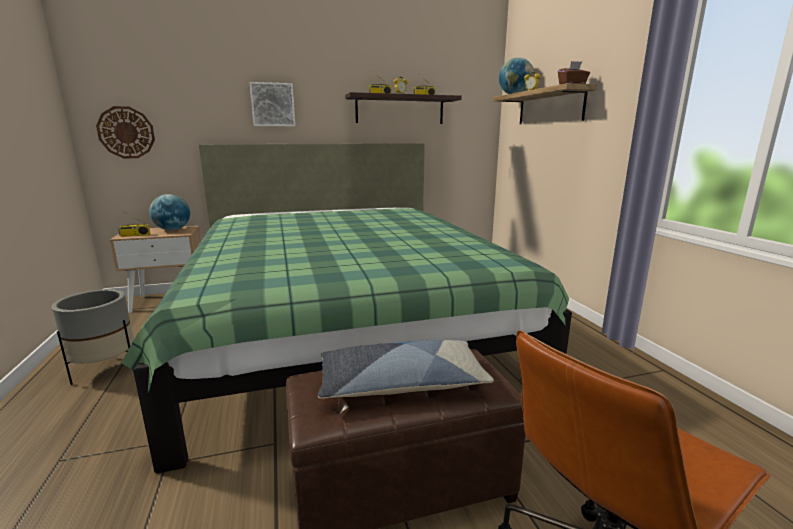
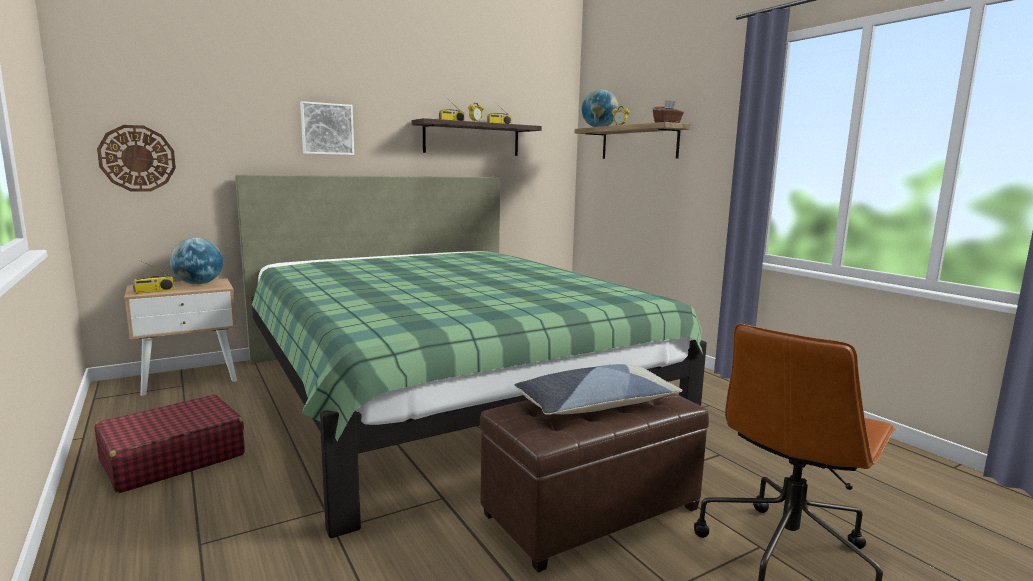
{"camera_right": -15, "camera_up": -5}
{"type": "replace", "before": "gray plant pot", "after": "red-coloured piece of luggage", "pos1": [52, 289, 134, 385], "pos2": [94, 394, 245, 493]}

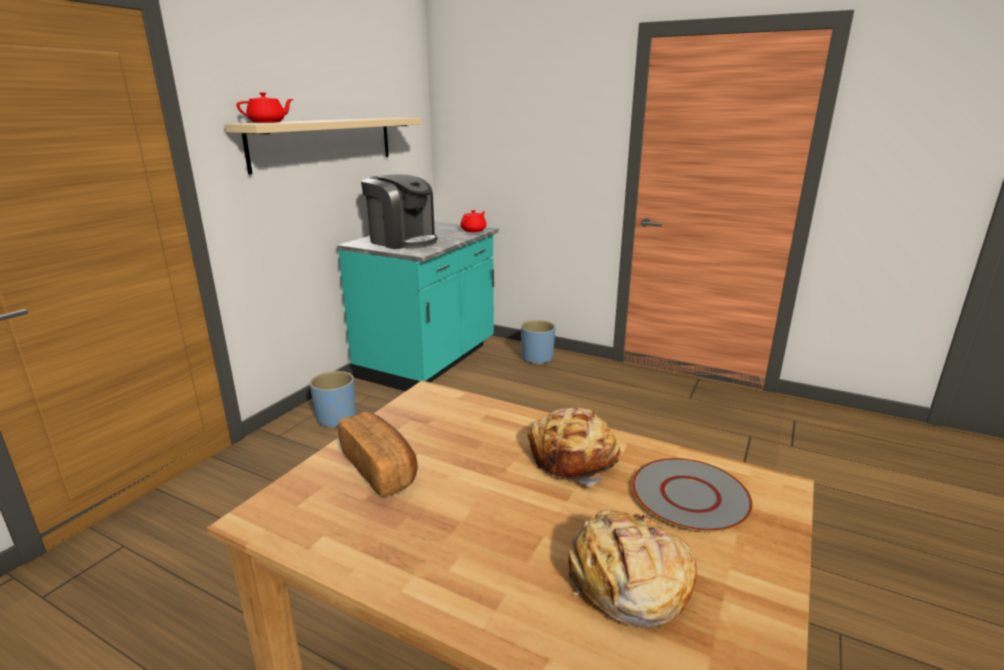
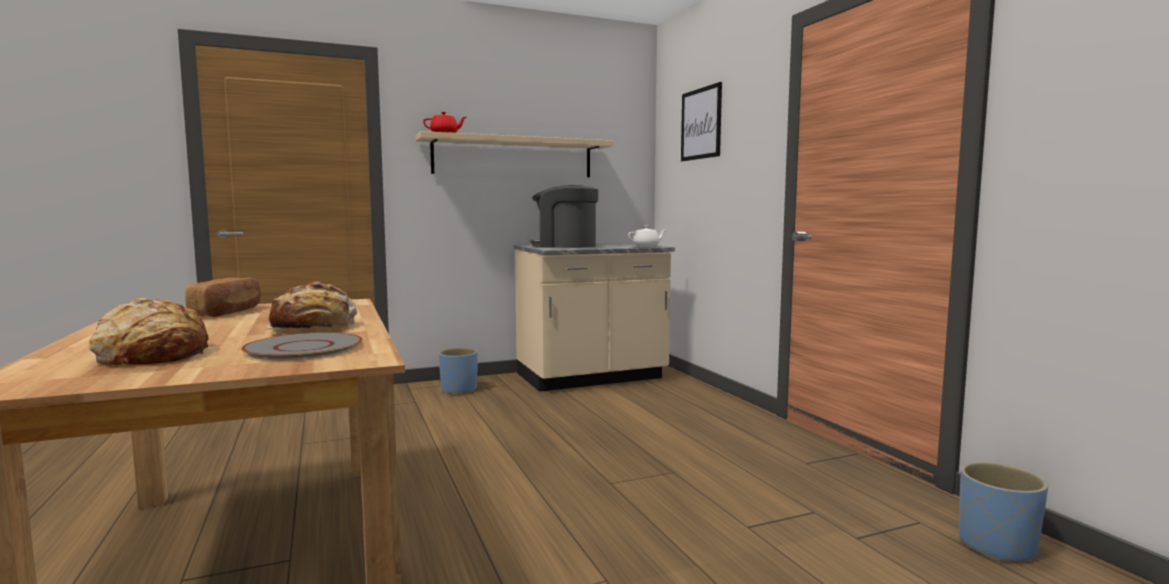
{"camera_right": 40, "camera_up": -15}
{"type": "insert", "after": "wall art", "pos2": [681, 82, 722, 161]}
{"type": "move", "before": "bluish plant pot", "pos1": [521, 320, 556, 365], "pos2": [959, 462, 1048, 562]}
{"type": "recolor", "before": "turquoise counter", "after": "sand-coloured counter", "pos1": [337, 222, 499, 391], "pos2": [514, 243, 675, 392]}
{"type": "recolor", "before": "red-coloured pot for tea", "after": "white-coloured pot for tea", "pos1": [461, 210, 486, 232], "pos2": [628, 225, 666, 247]}
{"type": "rotate", "before": "coffee machine", "pos1": [361, 174, 438, 249], "pos2": [530, 185, 598, 248], "turn": 120}

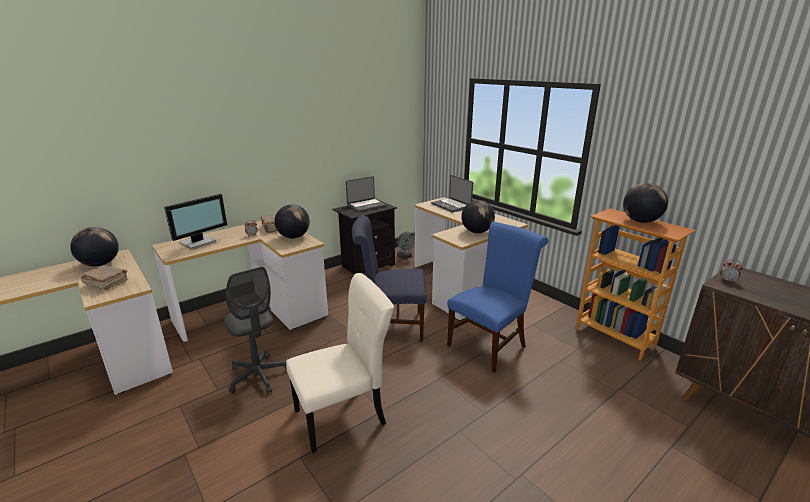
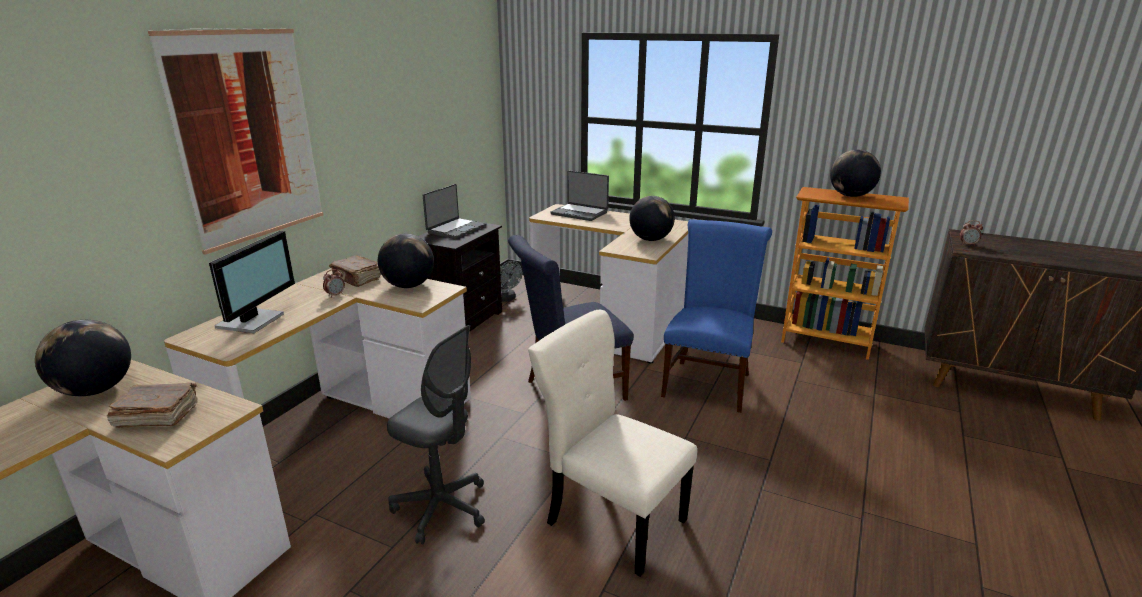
{"camera_right": -25, "camera_up": 0}
{"type": "insert", "after": "wall art", "pos2": [148, 28, 323, 255]}
{"type": "rotate", "before": "sand-coloured chair", "pos1": [286, 273, 394, 453], "pos2": [528, 310, 697, 577], "turn": -90}

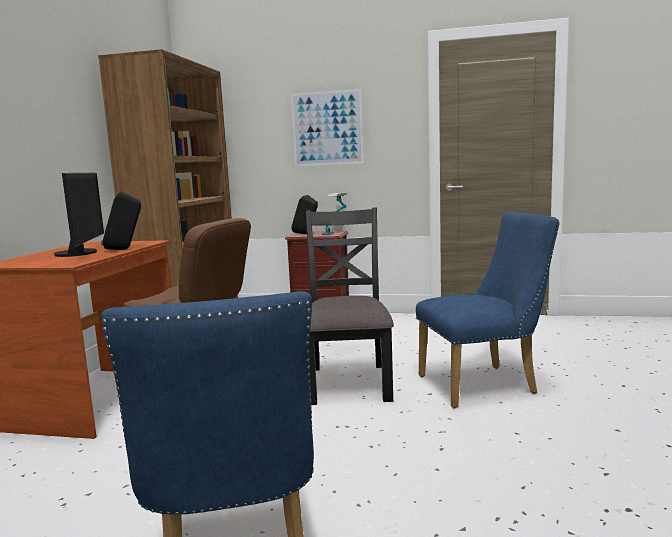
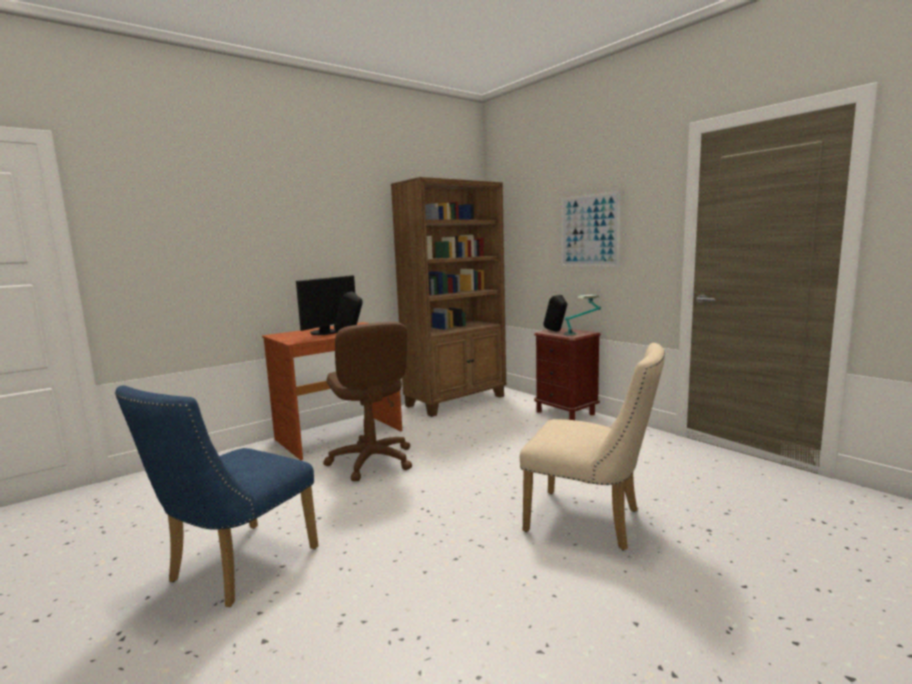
{"camera_right": 40, "camera_up": 0}
{"type": "delete", "before": "blackish chair", "pos1": [306, 207, 394, 405]}
{"type": "recolor", "before": "bluish chair", "after": "sand-coloured chair", "pos1": [416, 212, 560, 409], "pos2": [520, 343, 665, 551]}

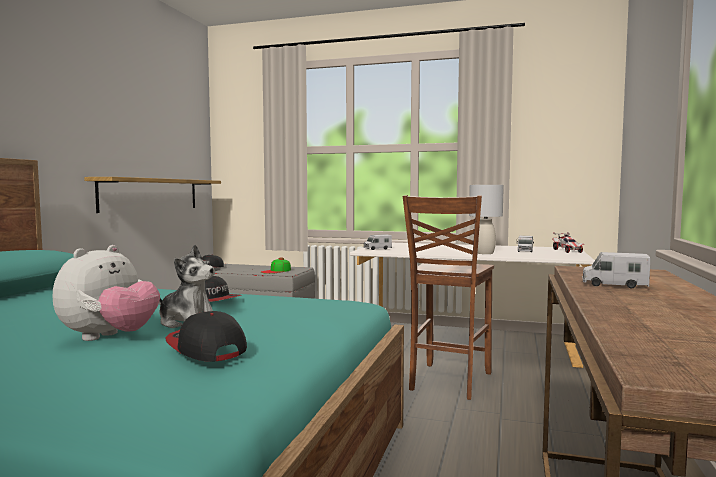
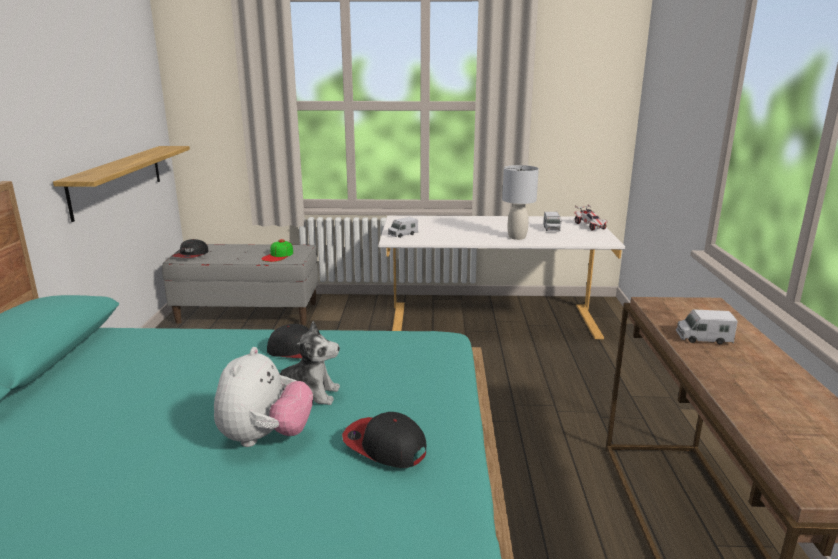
{"camera_right": -15, "camera_up": 15}
{"type": "delete", "before": "brown-coloured chair", "pos1": [403, 195, 494, 400]}

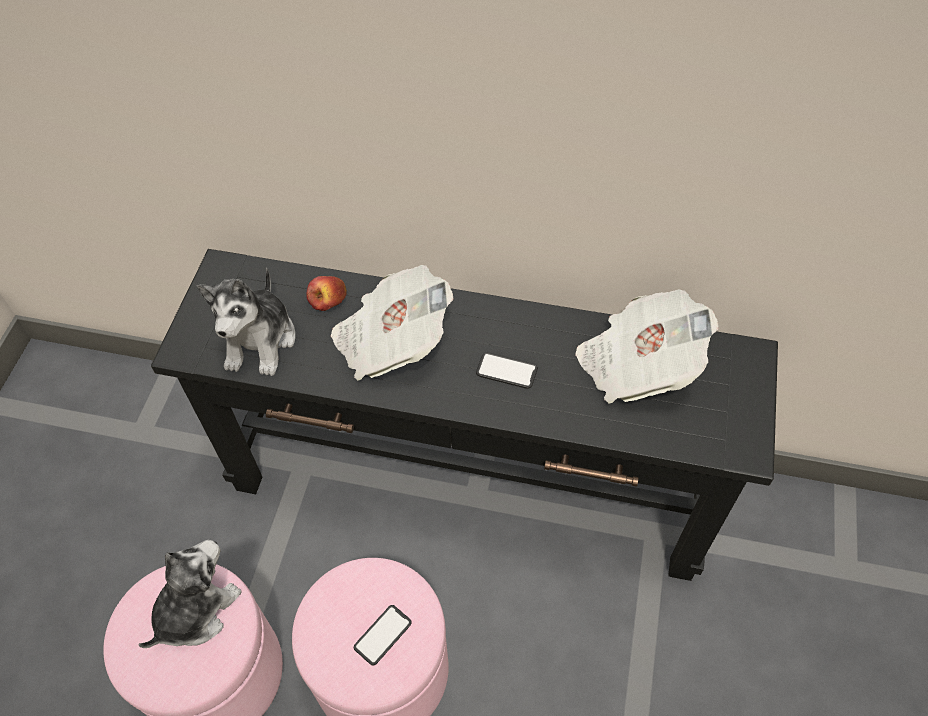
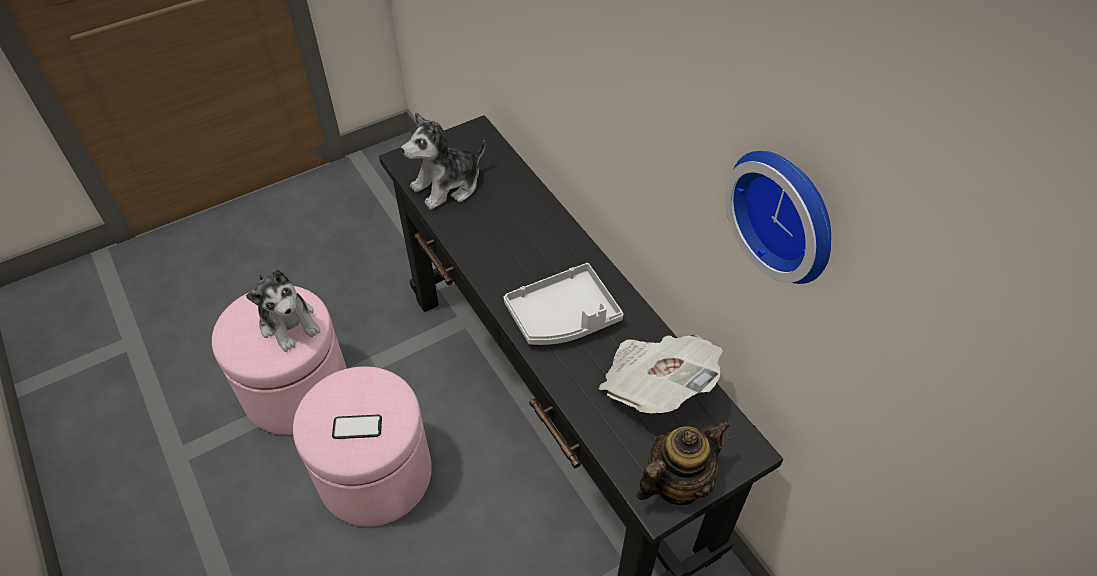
{"camera_right": 45, "camera_up": -5}
{"type": "delete", "before": "whole apple", "pos1": [306, 276, 347, 311]}
{"type": "delete", "before": "newspaper", "pos1": [331, 265, 453, 381]}
{"type": "insert", "after": "pot for tea", "pos2": [636, 420, 731, 505]}
{"type": "insert", "after": "hanging clock", "pos2": [725, 151, 831, 284]}
{"type": "replace", "before": "handset", "after": "gray serving tray", "pos1": [476, 352, 538, 389], "pos2": [504, 263, 623, 345]}
{"type": "rotate", "before": "plush toy", "pos1": [139, 540, 242, 648], "pos2": [246, 269, 321, 352], "turn": 60}

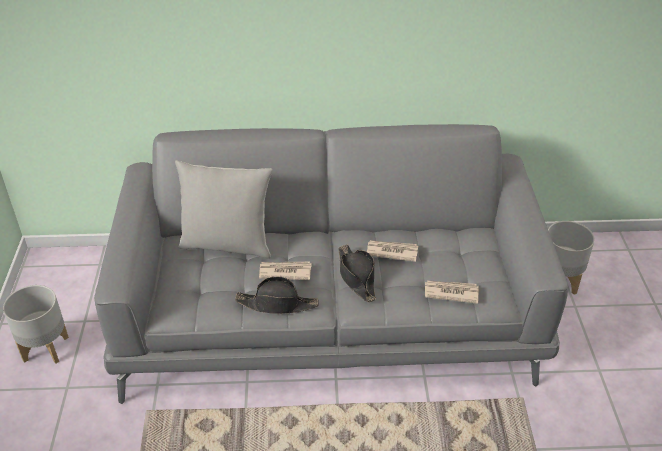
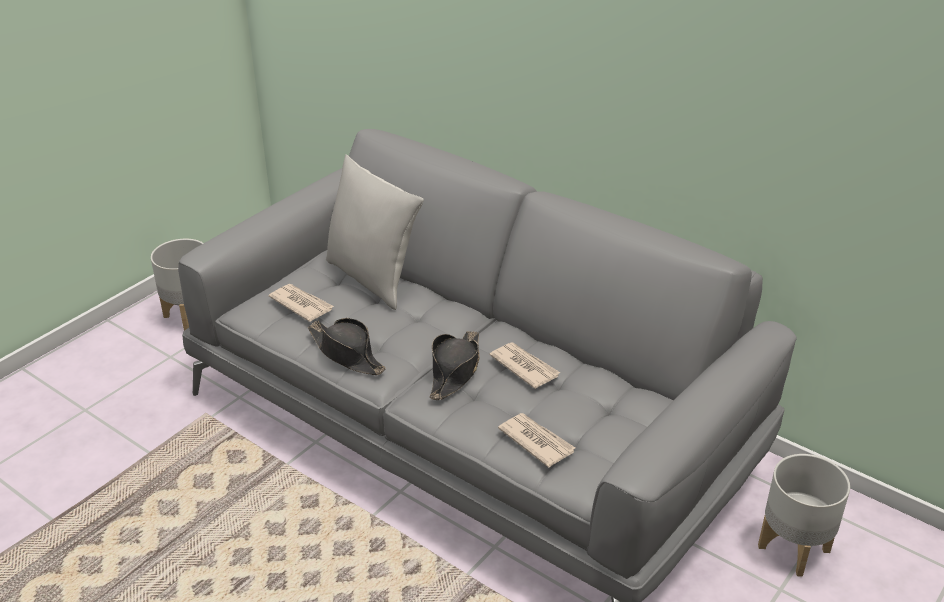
{"camera_right": 40, "camera_up": -5}
{"type": "move", "before": "newspaper", "pos1": [259, 262, 312, 280], "pos2": [268, 284, 334, 322]}

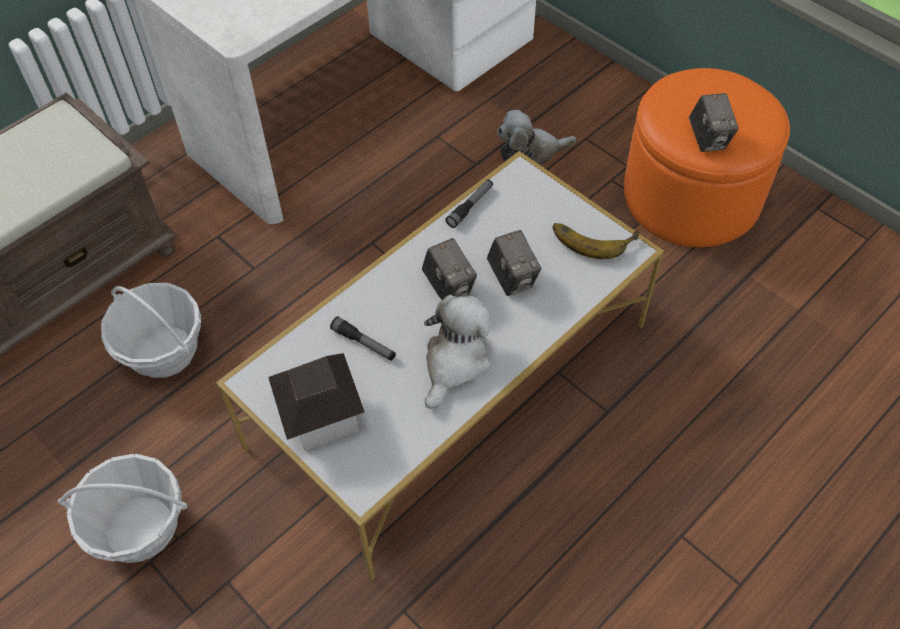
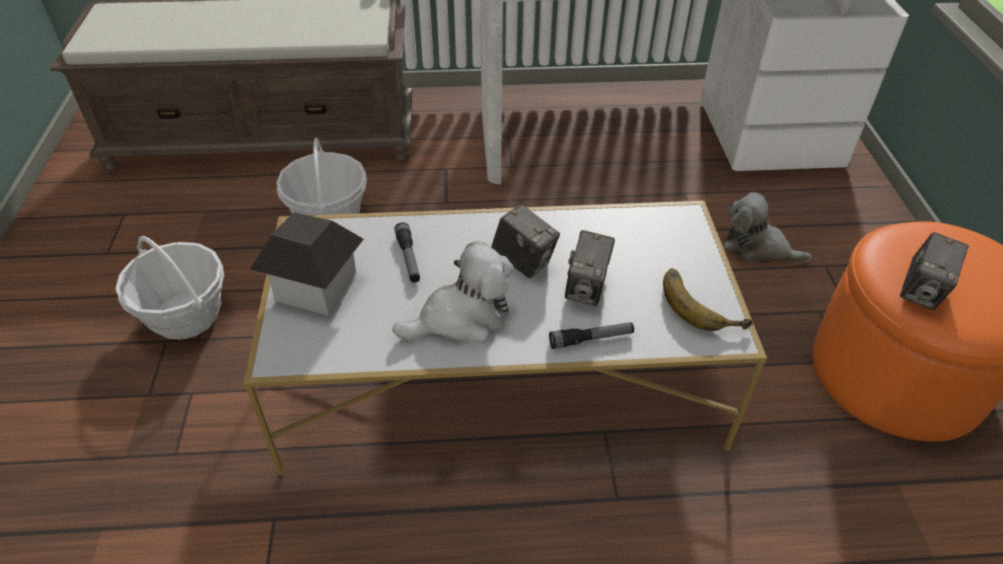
{"camera_right": 40, "camera_up": -10}
{"type": "move", "before": "torch", "pos1": [445, 179, 493, 228], "pos2": [549, 322, 634, 349]}
{"type": "rotate", "before": "photo camera", "pos1": [422, 238, 477, 300], "pos2": [491, 204, 560, 278], "turn": -60}

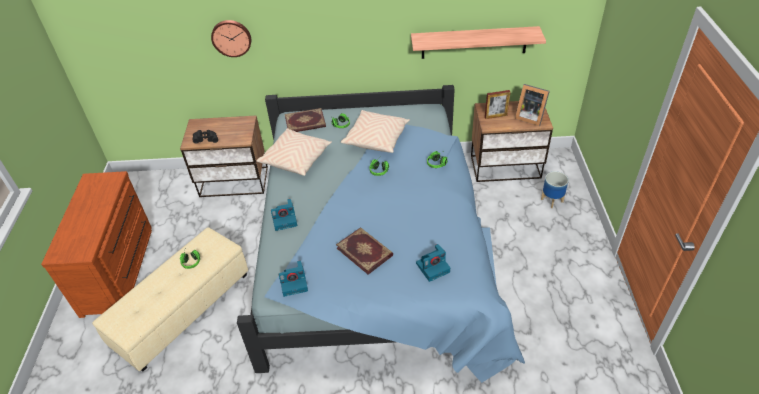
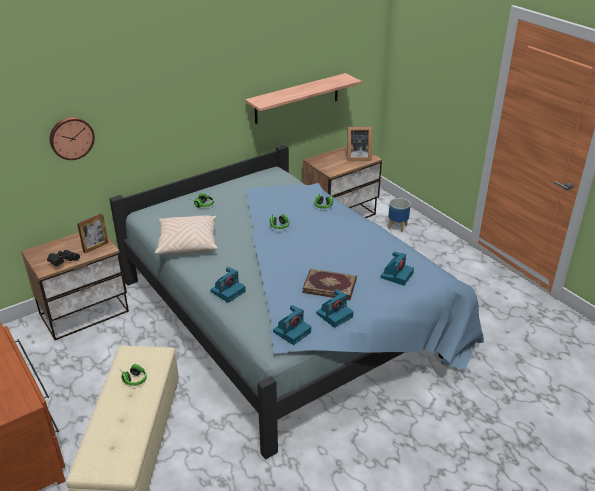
{"camera_right": -35, "camera_up": -10}
{"type": "delete", "before": "volume", "pos1": [285, 108, 326, 132]}
{"type": "delete", "before": "sand-coloured pillow", "pos1": [341, 110, 410, 153]}
{"type": "insert", "after": "photo camera", "pos2": [316, 289, 353, 328]}
{"type": "move", "before": "picture frame", "pos1": [485, 90, 510, 119], "pos2": [77, 214, 109, 253]}

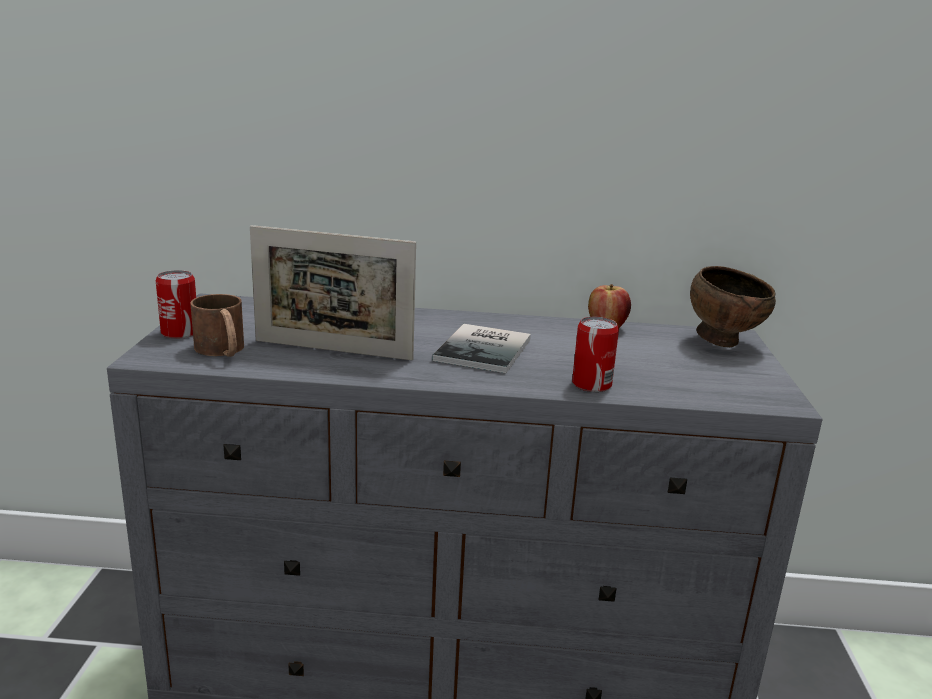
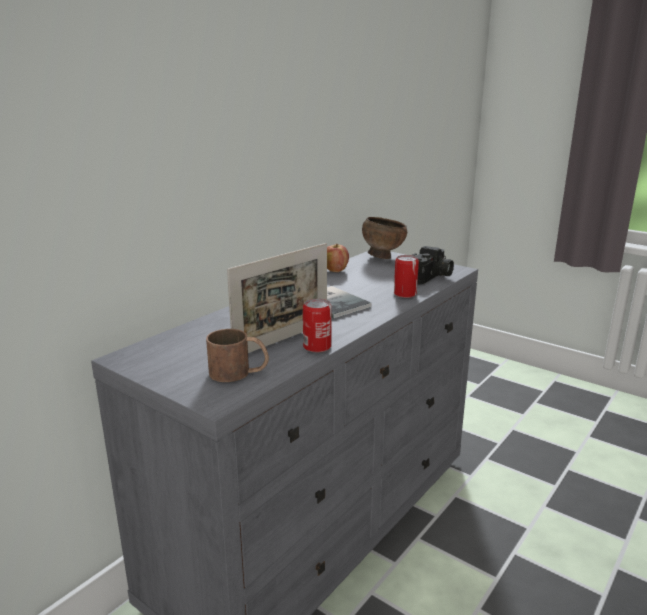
{"camera_right": -55, "camera_up": 0}
{"type": "insert", "after": "photo camera", "pos2": [412, 246, 454, 285]}
{"type": "move", "before": "sealed can", "pos1": [156, 270, 196, 339], "pos2": [303, 299, 332, 353]}

